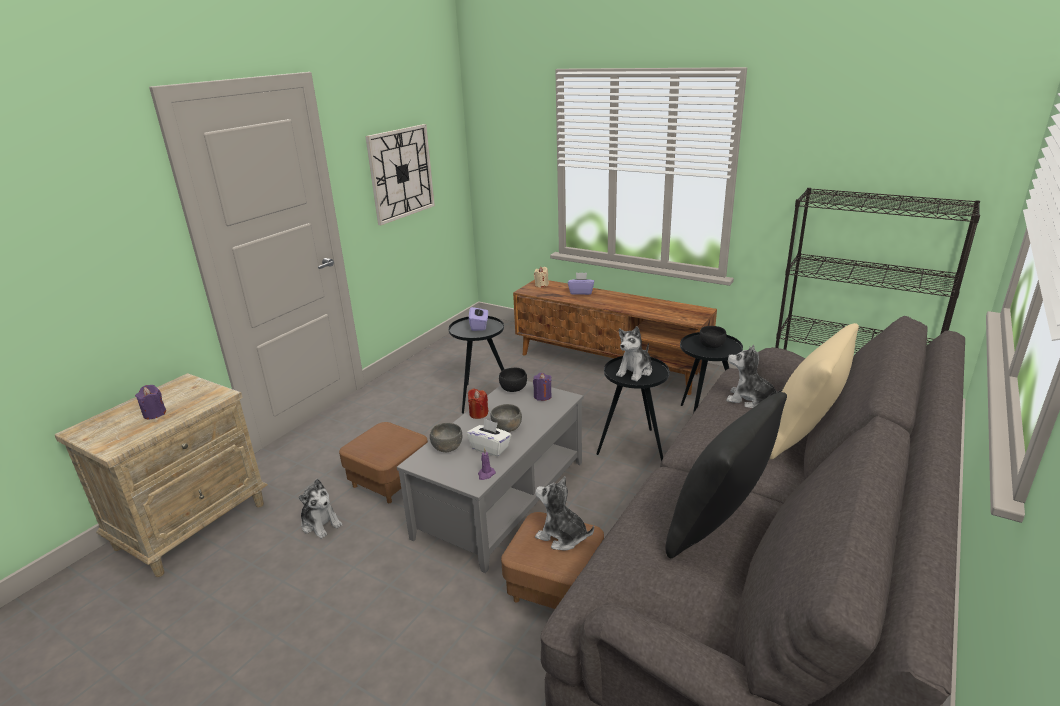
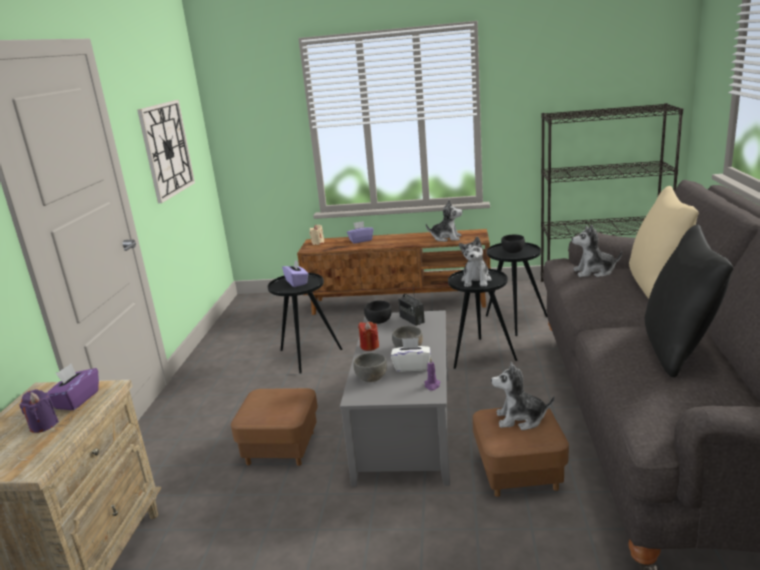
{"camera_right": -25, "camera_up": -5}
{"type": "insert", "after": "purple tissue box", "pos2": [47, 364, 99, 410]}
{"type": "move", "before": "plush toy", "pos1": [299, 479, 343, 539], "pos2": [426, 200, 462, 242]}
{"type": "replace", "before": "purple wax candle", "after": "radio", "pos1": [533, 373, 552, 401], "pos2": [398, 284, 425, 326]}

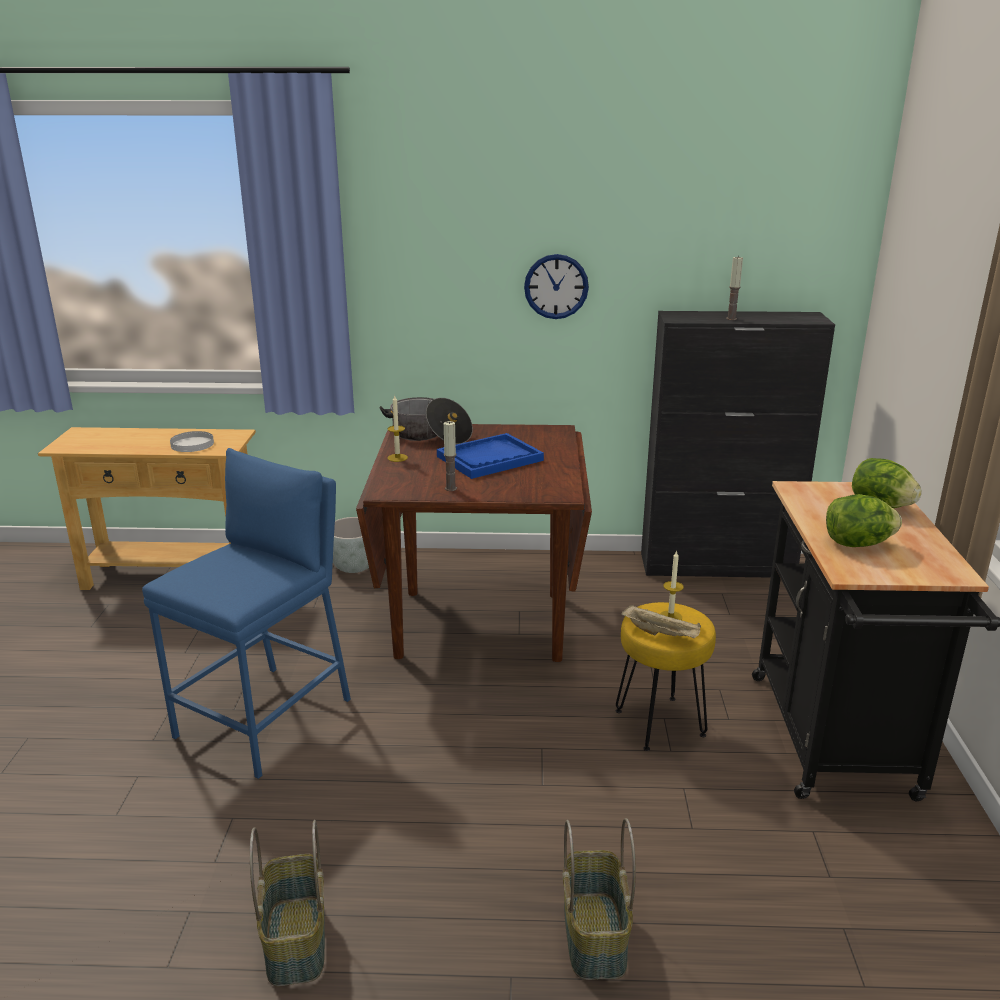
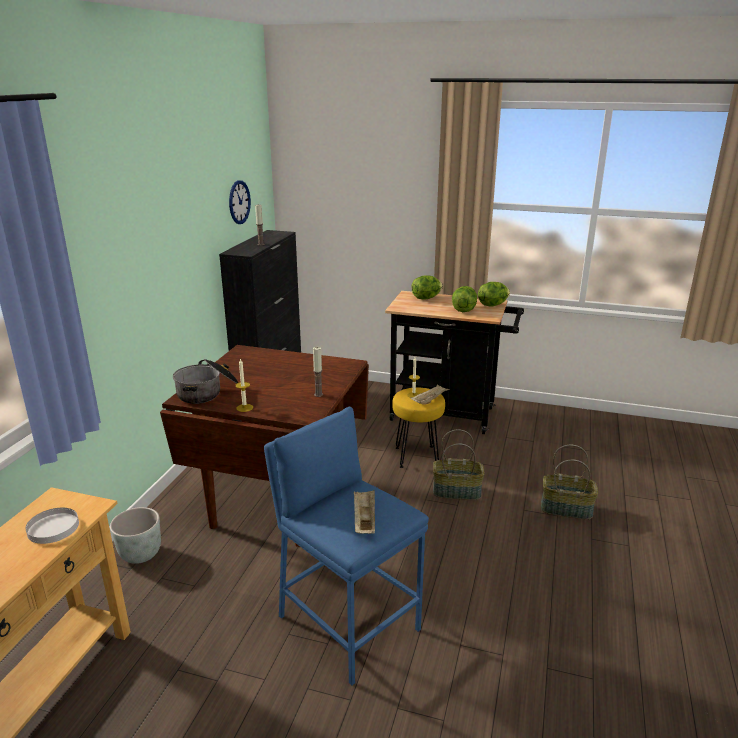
{"camera_right": -75, "camera_up": 0}
{"type": "delete", "before": "bluish serving tray", "pos1": [437, 433, 544, 479]}
{"type": "insert", "after": "sand-coloured serving tray", "pos2": [354, 490, 375, 534]}
{"type": "insert", "after": "lettuce", "pos2": [478, 282, 510, 306]}
{"type": "move", "before": "household basket", "pos1": [250, 820, 325, 987], "pos2": [433, 429, 485, 500]}
{"type": "move", "before": "hanging clock", "pos1": [524, 254, 589, 319], "pos2": [229, 180, 251, 224]}

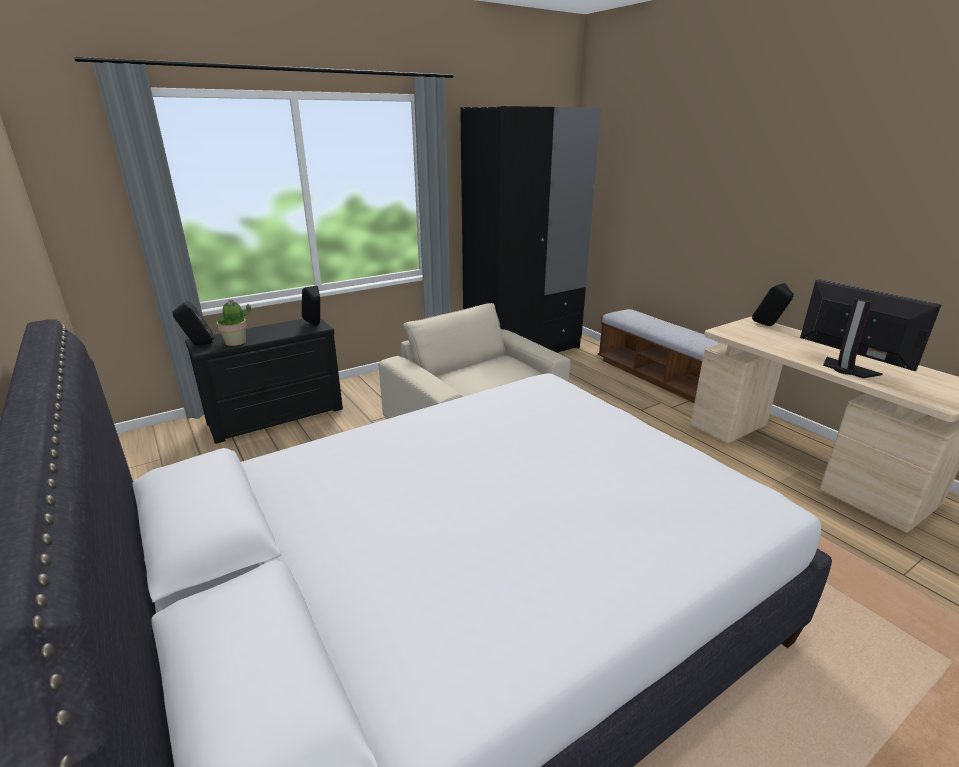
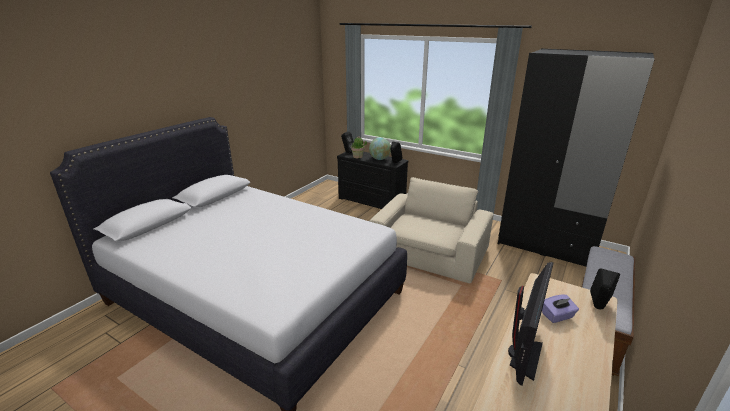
{"camera_right": 65, "camera_up": 0}
{"type": "insert", "after": "world globe", "pos2": [369, 137, 391, 160]}
{"type": "insert", "after": "purple tissue box", "pos2": [542, 294, 579, 323]}

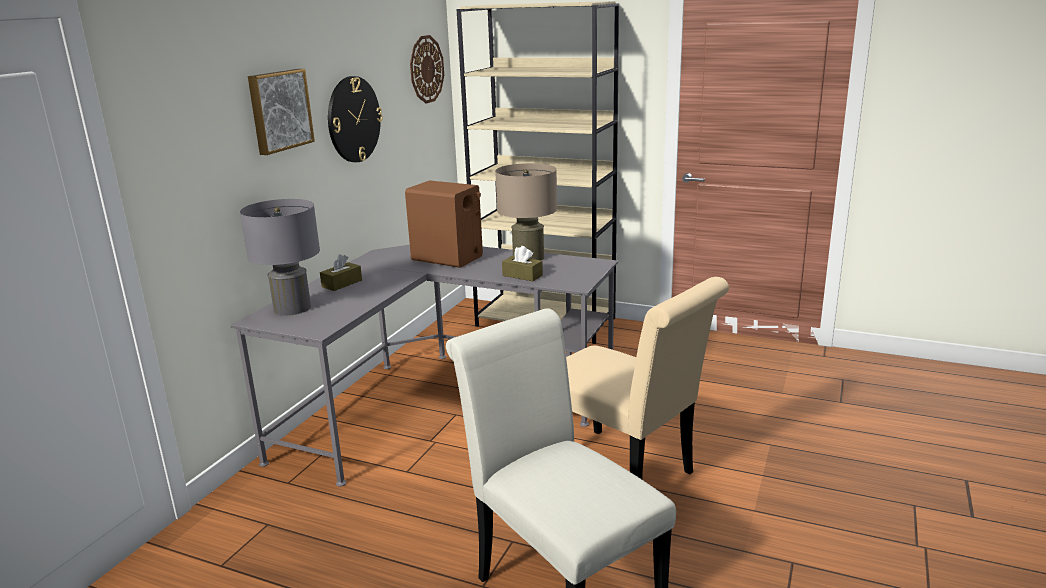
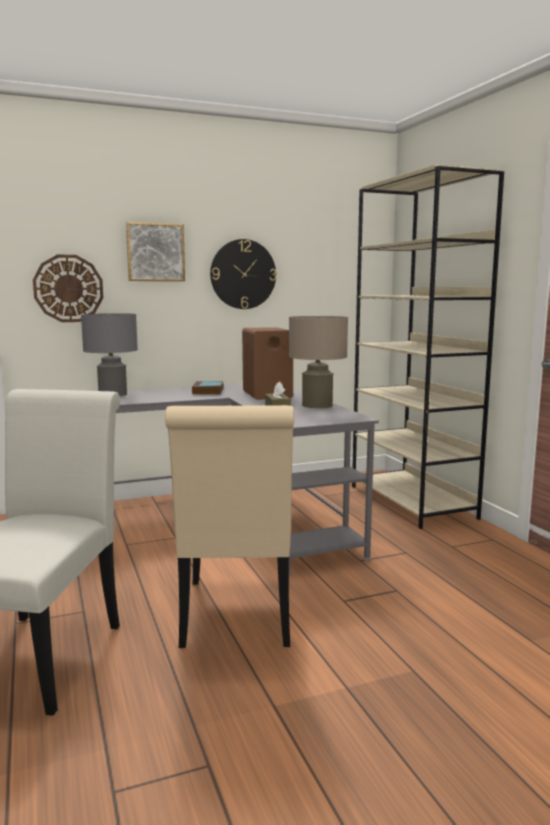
{"camera_right": 45, "camera_up": -10}
{"type": "delete", "before": "brown-coloured tissue box", "pos1": [320, 254, 362, 291]}
{"type": "insert", "after": "volume", "pos2": [192, 381, 224, 394]}
{"type": "move", "before": "hanging clock", "pos1": [410, 35, 444, 104], "pos2": [33, 254, 103, 322]}

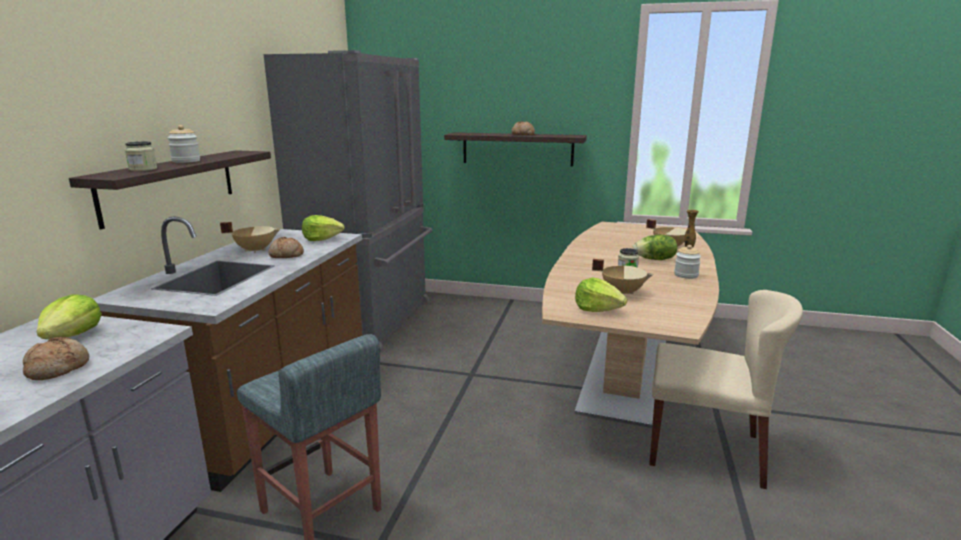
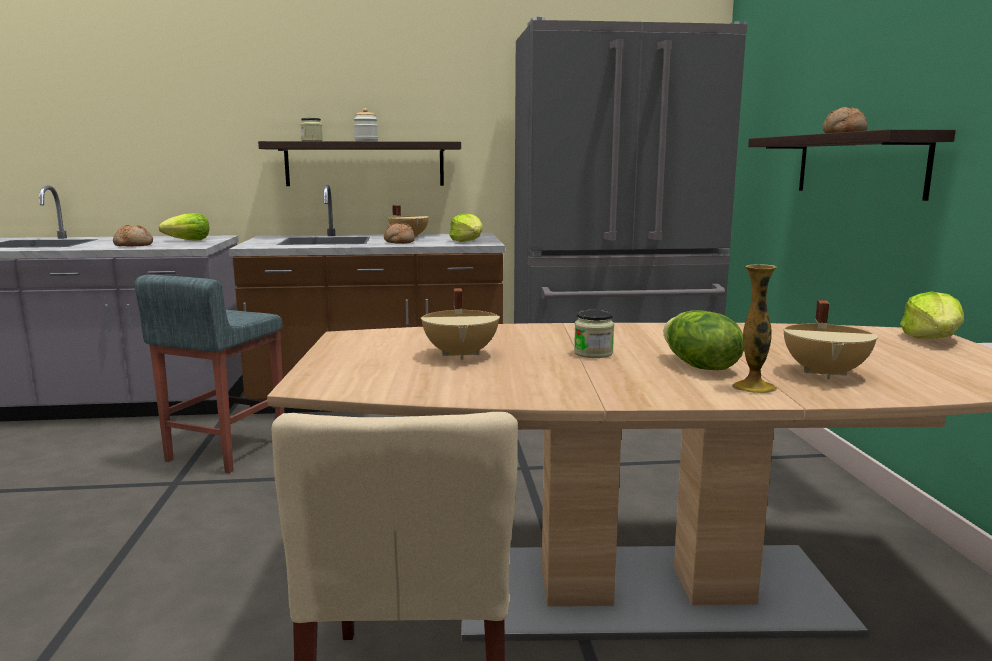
{"camera_right": 70, "camera_up": -5}
{"type": "delete", "before": "jar", "pos1": [674, 245, 701, 279]}
{"type": "move", "before": "lettuce", "pos1": [575, 278, 627, 312], "pos2": [900, 291, 964, 339]}

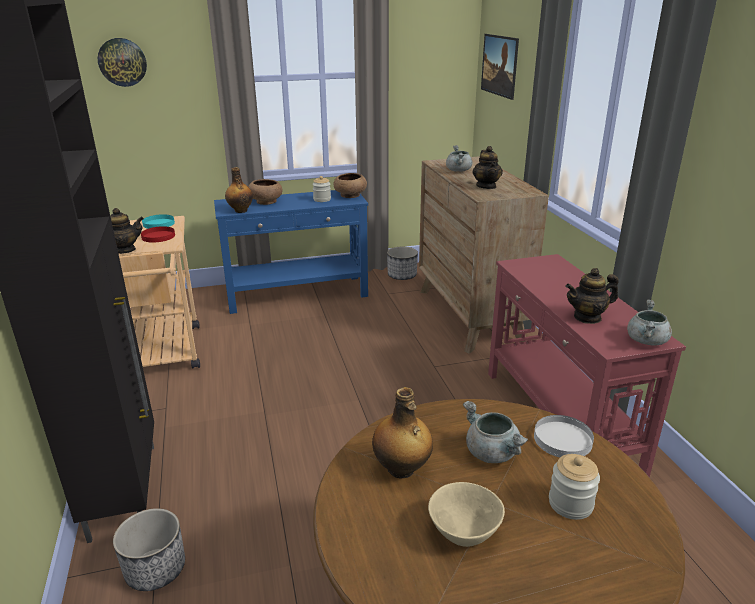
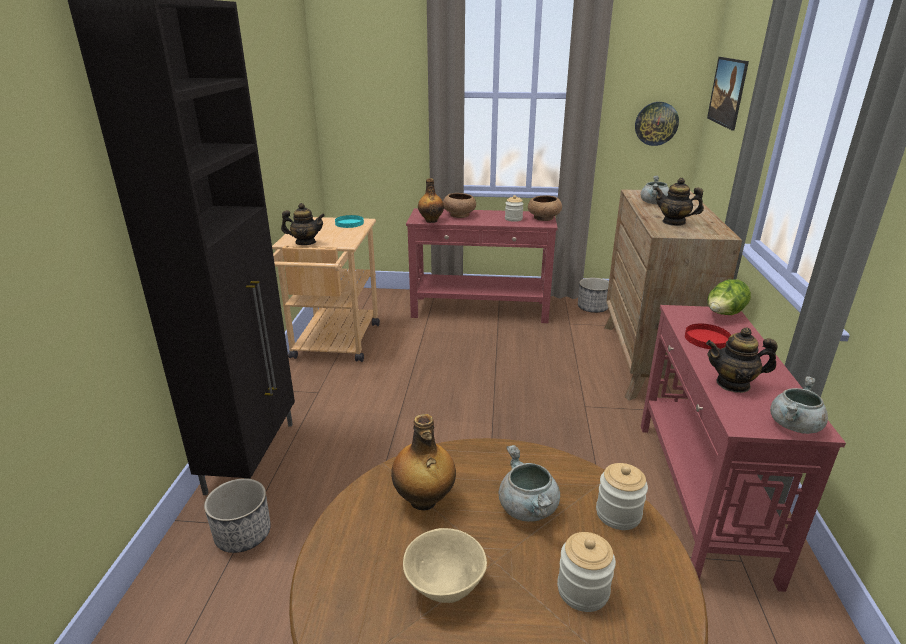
{"camera_right": 20, "camera_up": 0}
{"type": "insert", "after": "lettuce", "pos2": [707, 279, 751, 315]}
{"type": "move", "before": "hanging clock", "pos1": [98, 38, 147, 87], "pos2": [635, 102, 679, 146]}
{"type": "move", "before": "red-coloured plate", "pos1": [141, 226, 175, 243], "pos2": [685, 324, 731, 349]}
{"type": "replace", "before": "white-coloured plate", "after": "jar", "pos1": [534, 415, 594, 457], "pos2": [596, 463, 648, 530]}
{"type": "recolor", "before": "bluish narrow table", "after": "red-coloured narrow table", "pos1": [214, 190, 368, 314], "pos2": [406, 208, 558, 323]}
{"type": "rotate", "before": "pot for tea", "pos1": [472, 146, 503, 189], "pos2": [654, 178, 704, 226], "turn": 105}

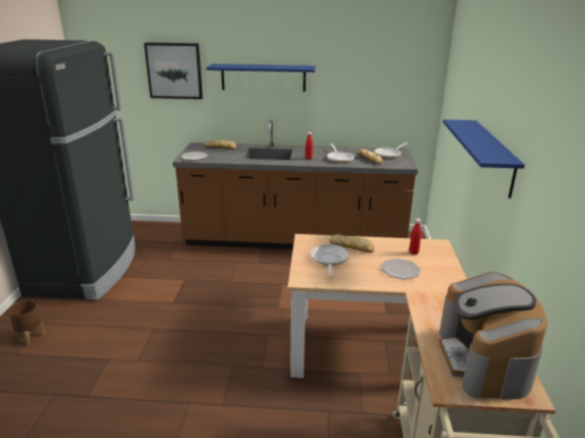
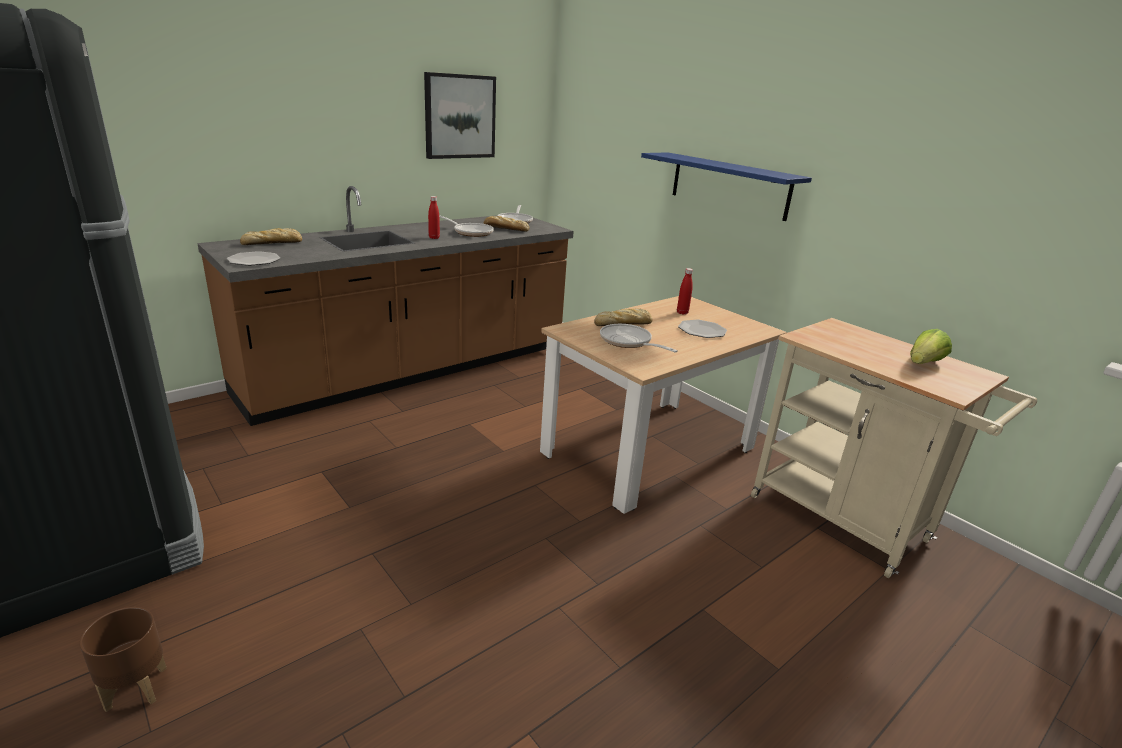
{"camera_right": -45, "camera_up": 0}
{"type": "delete", "before": "bluish wall shelf", "pos1": [206, 64, 315, 92]}
{"type": "move", "before": "wall art", "pos1": [144, 42, 203, 99], "pos2": [424, 72, 496, 159]}
{"type": "replace", "before": "coffee machine", "after": "lettuce", "pos1": [439, 272, 547, 399], "pos2": [910, 329, 952, 364]}

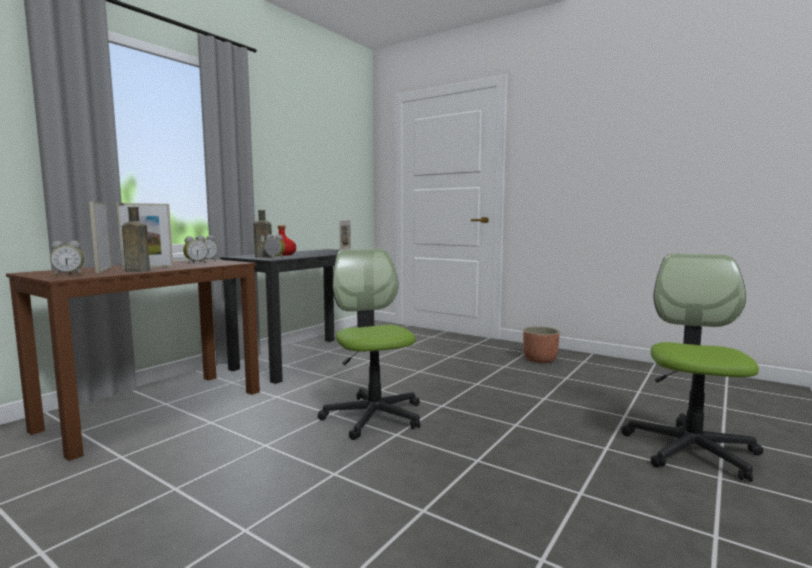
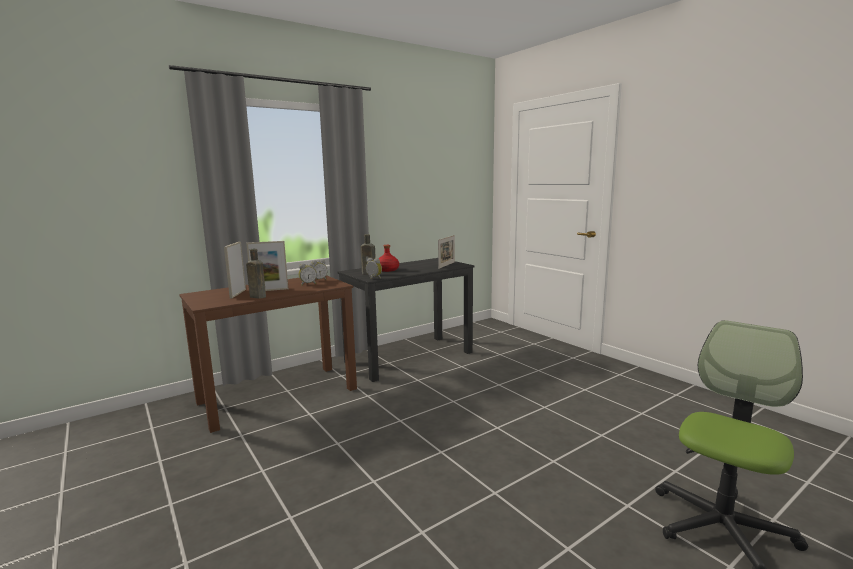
{"camera_right": 20, "camera_up": 5}
{"type": "delete", "before": "bedside clock", "pos1": [50, 241, 84, 276]}
{"type": "delete", "before": "desk chair", "pos1": [318, 249, 420, 440]}
{"type": "delete", "before": "plant pot", "pos1": [523, 326, 560, 363]}

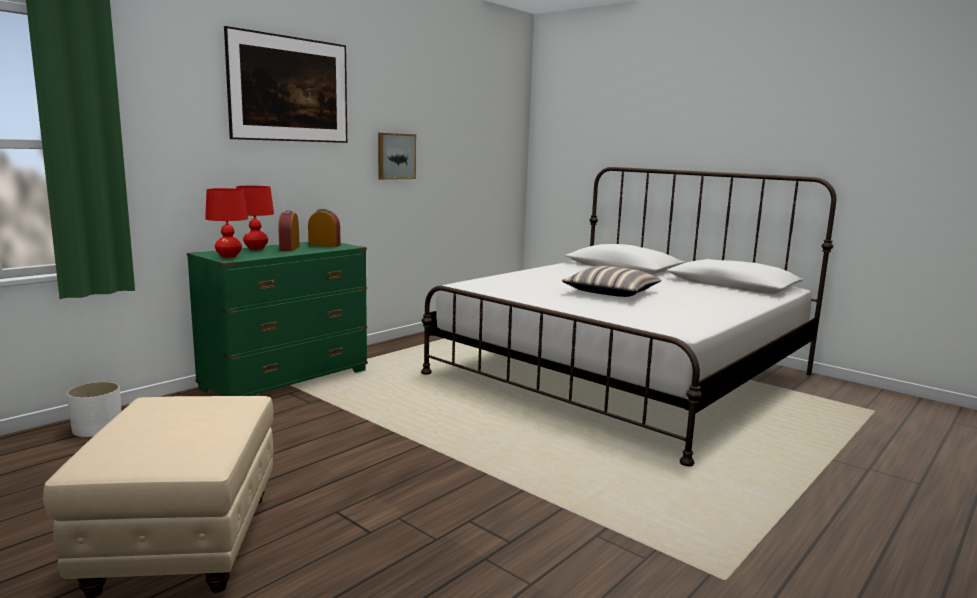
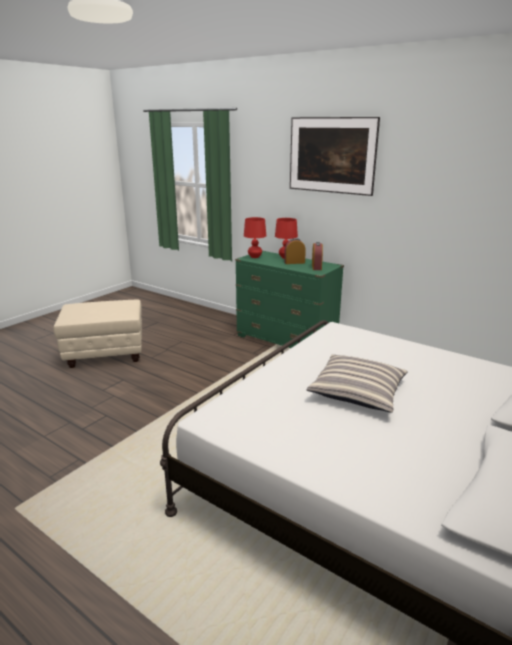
{"camera_right": 85, "camera_up": 10}
{"type": "delete", "before": "white-coloured plant pot", "pos1": [67, 382, 121, 437]}
{"type": "delete", "before": "wall art", "pos1": [378, 133, 416, 180]}

